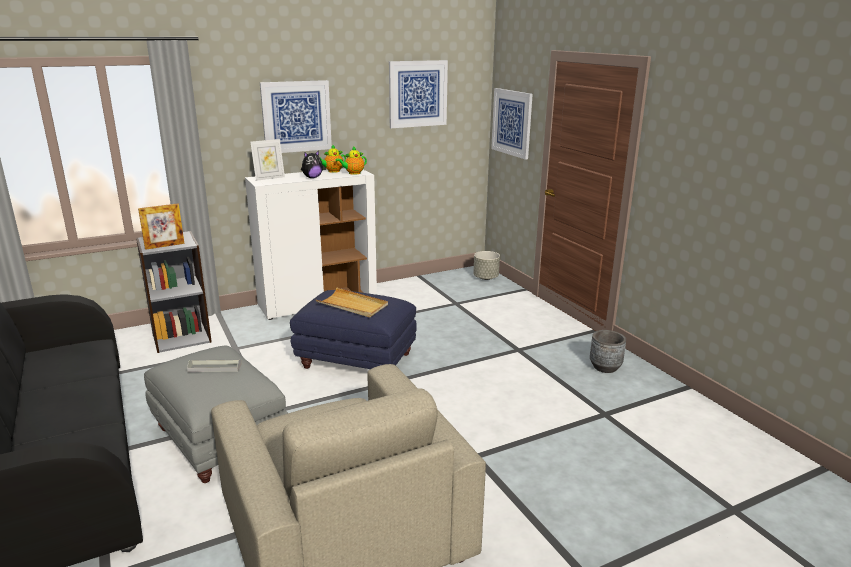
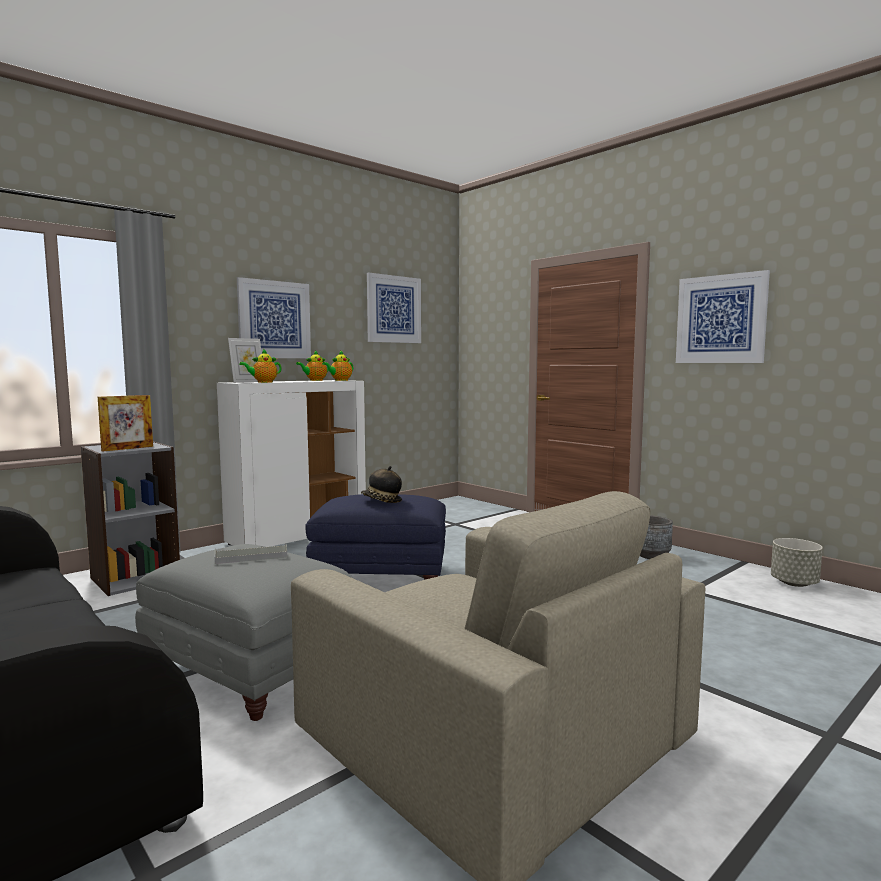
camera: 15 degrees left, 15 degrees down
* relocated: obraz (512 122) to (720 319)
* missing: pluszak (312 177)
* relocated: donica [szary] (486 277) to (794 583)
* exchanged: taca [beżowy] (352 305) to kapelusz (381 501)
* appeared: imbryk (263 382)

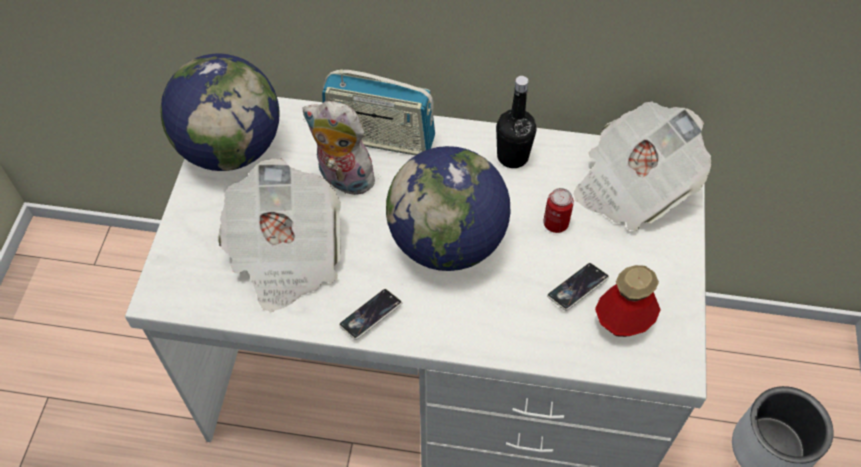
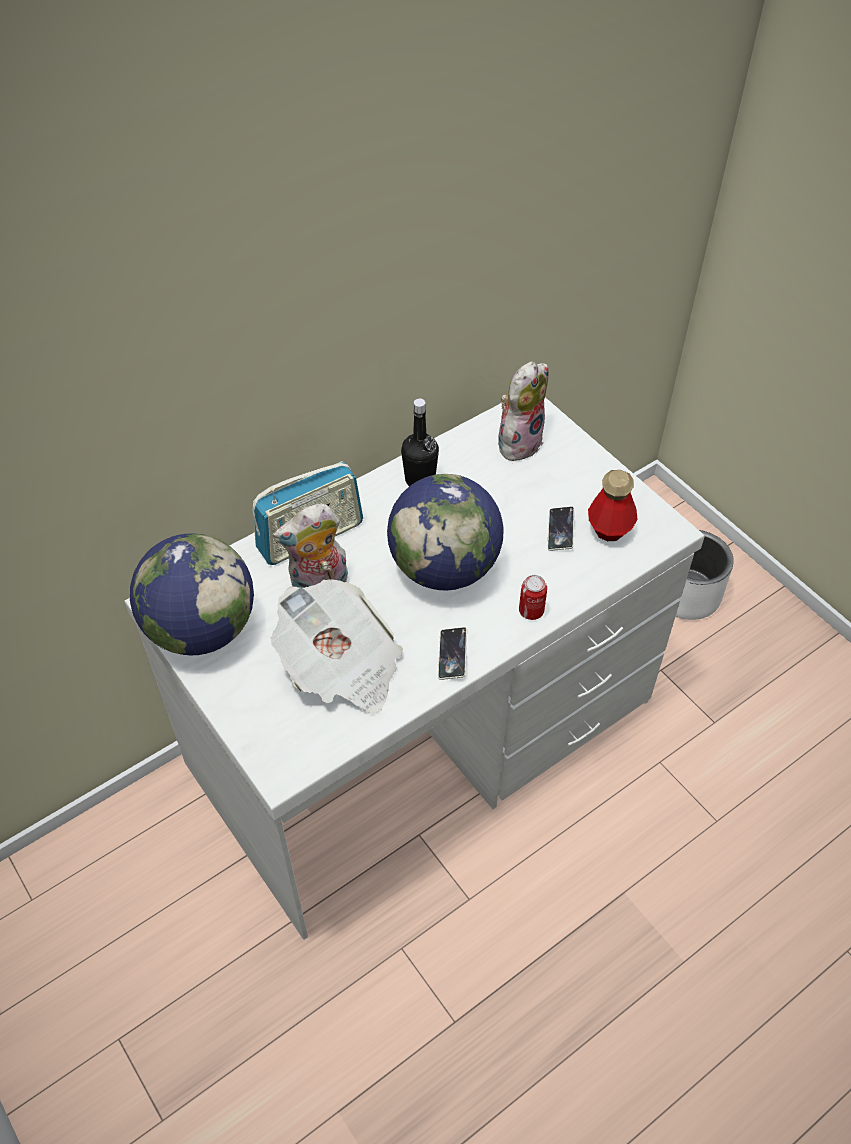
camera: 45 degrees left, 5 degrees down
* exchanged: gazeta (633 186) to pluszak (519 441)
* relocated: puszka (555 223) to (531 611)

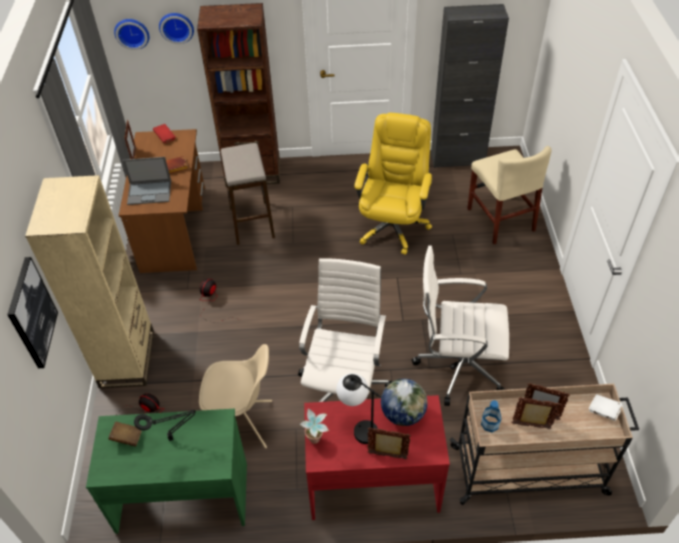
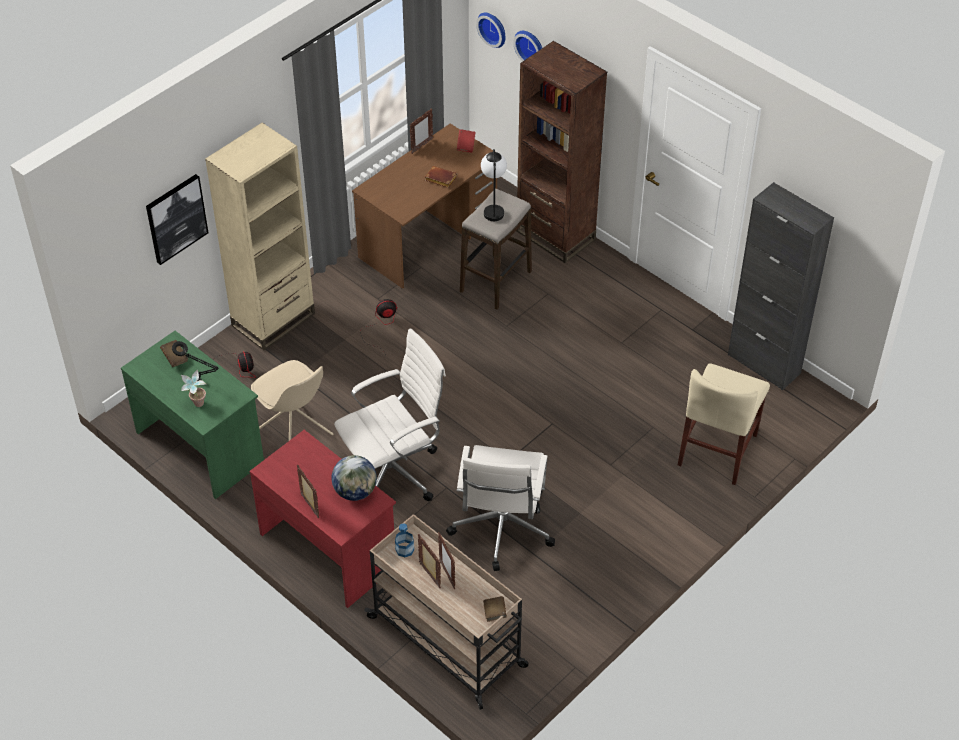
camera: 45 degrees right, 0 degrees up
* missing: krzesło biurowe [żółty] (393 226)
* missing: laptop (150 192)
* spun: krzesło biurowe [biały] (457 366) = (501 529) 135 degrees counterclockwise
* relocated: lampa stołowa (358 427) to (493 208)
* colour: książka [biały] (603 411) to książka [brązowy] (494 613)
* relocated: roślina doniczkowa (316 442) to (197 406)

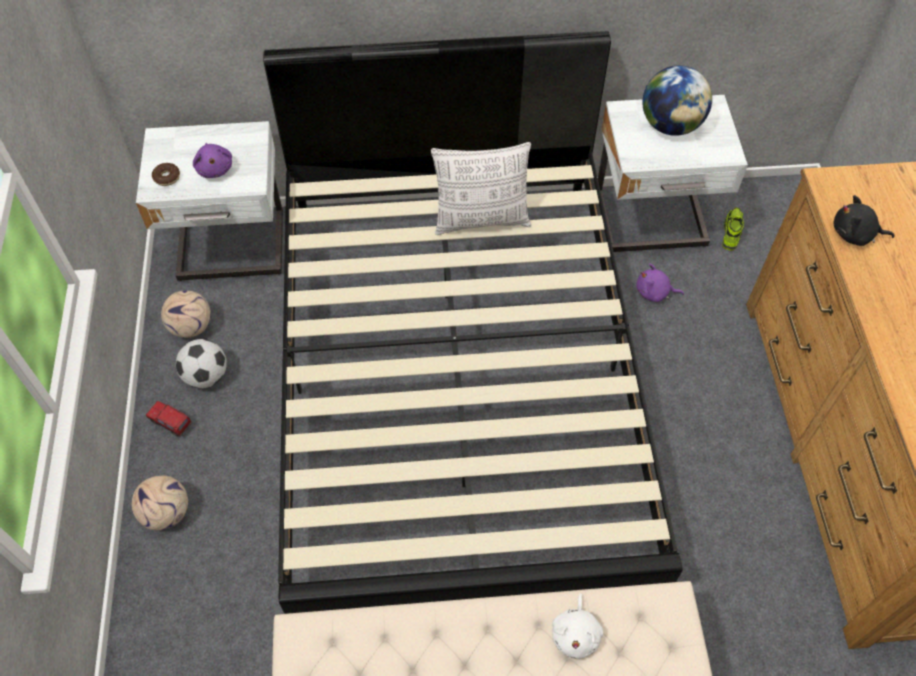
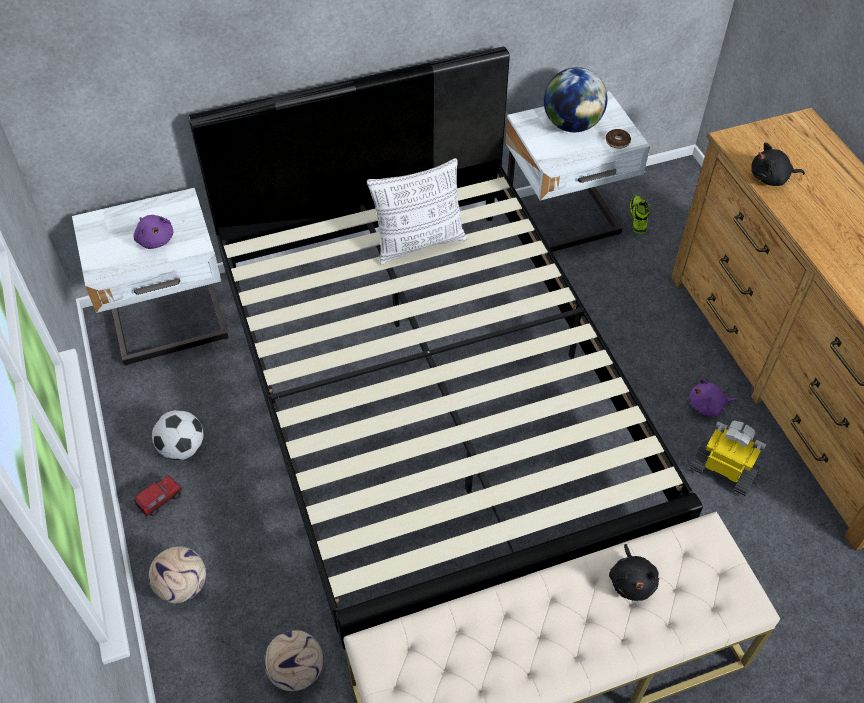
camera: 15 degrees left, 5 degrees down
* relocated: donut (167 177) to (617 142)
* relocated: pluszak [fioletowy] (654 292) to (707 406)
* relocated: piłka futbolowa (191 327) to (295 670)
* spun: ciężarówka zabawkowa (171 424) = (160 501) 120 degrees clockwise
* colour: pluszak [biały] (576 634) to pluszak [czarny] (632 581)
* appeared: robot zabawkowy (724 470)

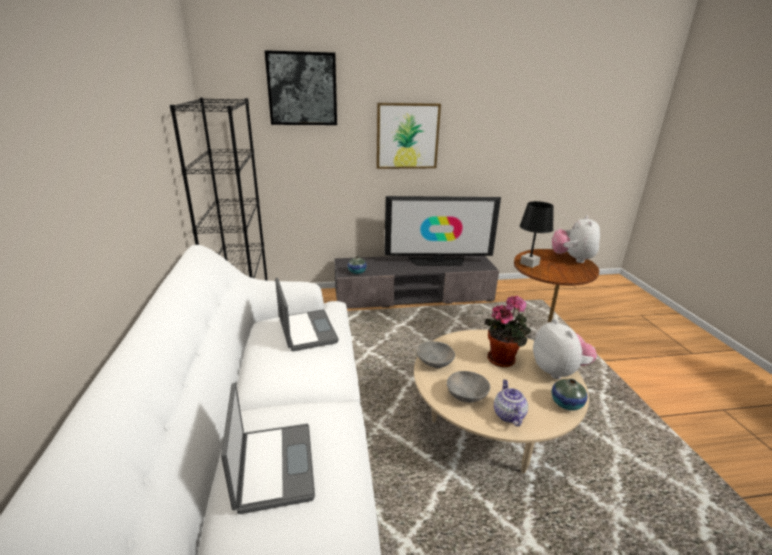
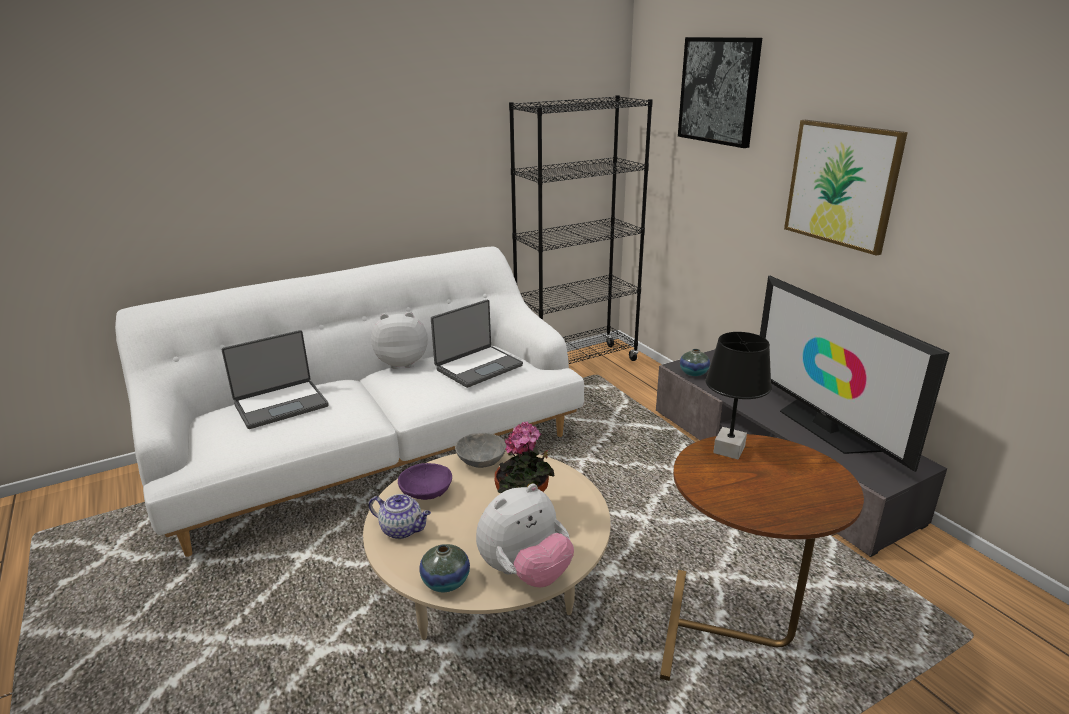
camera: 70 degrees right, 0 degrees up
* relocated: pluszak (572 259) to (402 363)
* colour: miska [szary] (467 396) to miska [fioletowy] (426 494)
* spun: imbryk (508 414) = (403 530) 45 degrees clockwise

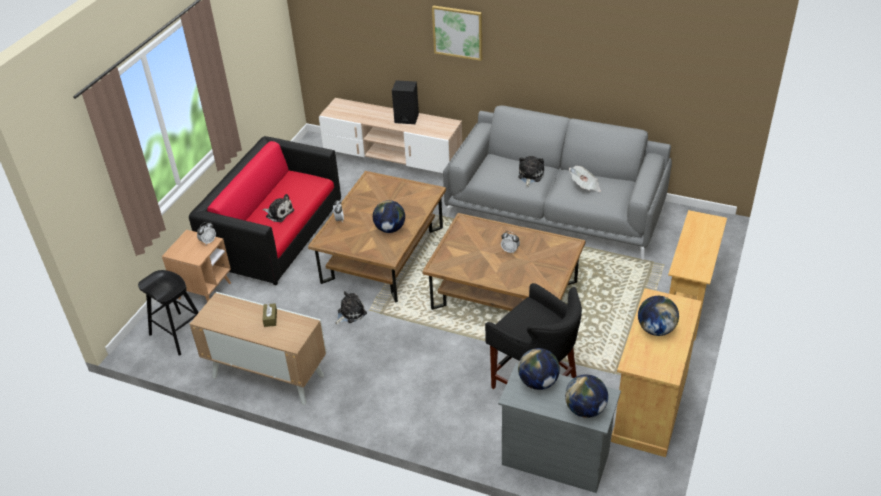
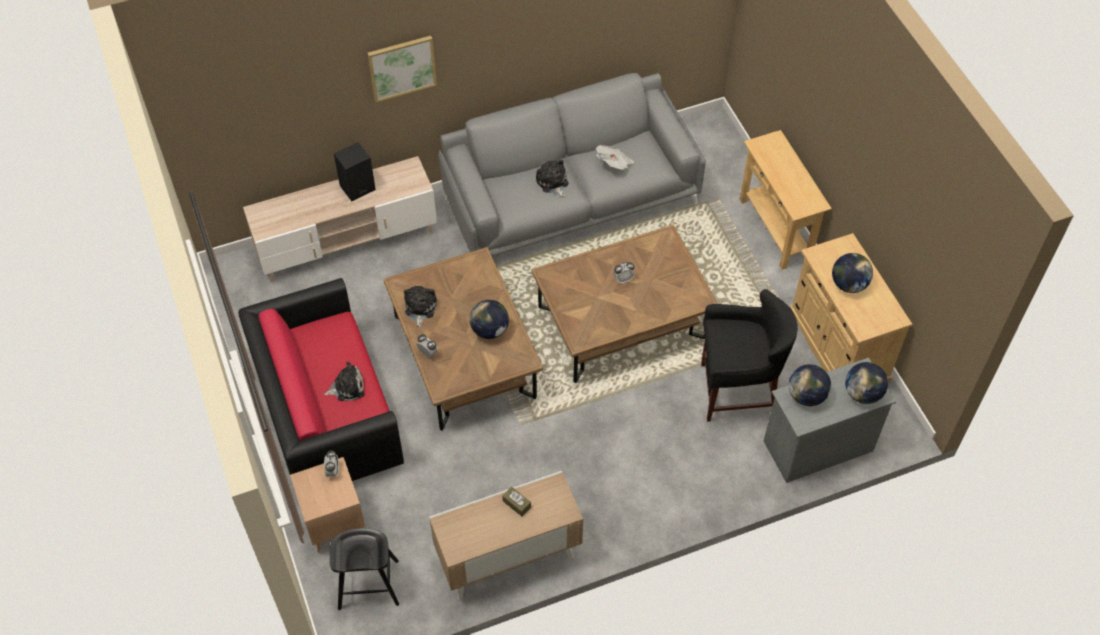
camera: 45 degrees left, 15 degrees up
* relocated: pluszak (350 313) to (420 308)

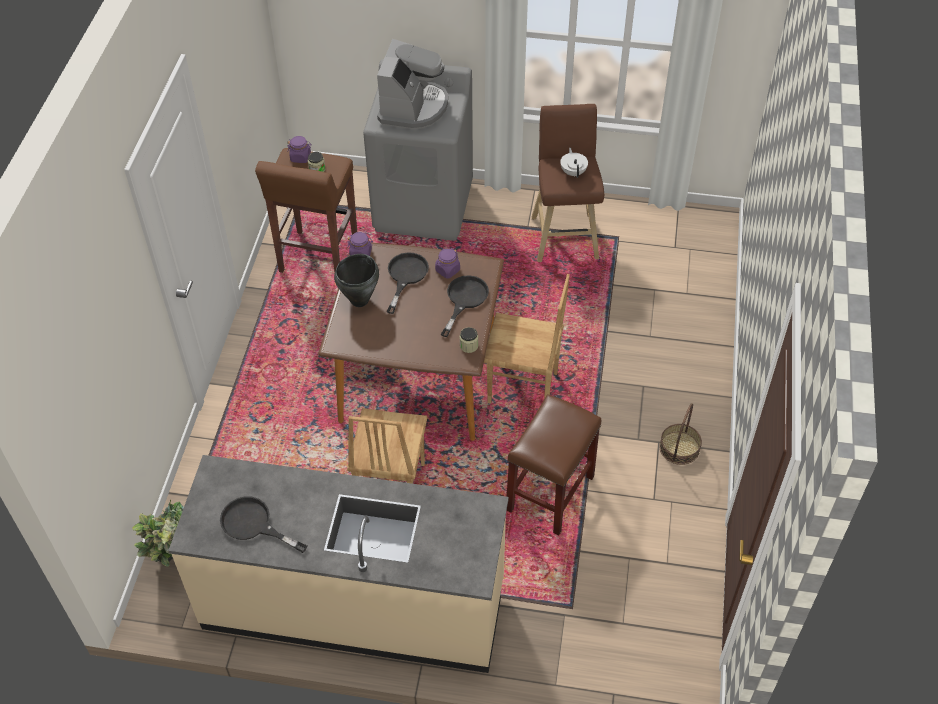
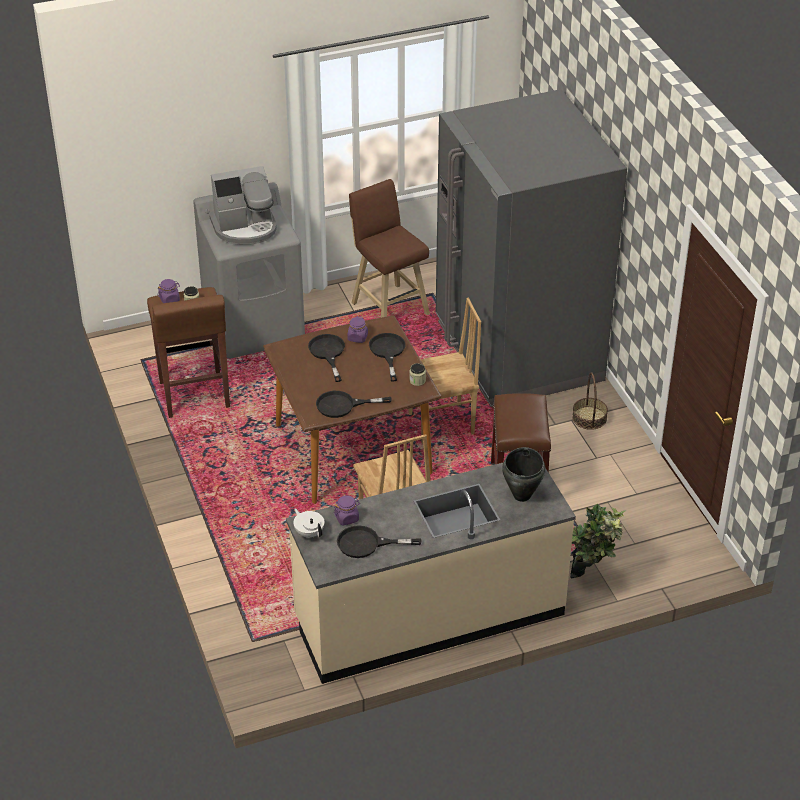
camera: 30 degrees left, 10 degrees down
* spun: ekspres do kawy (413 107) = (245 228) 90 degrees clockwise
* relocated: imbryk [biały] (573 172) to (309 532)
* relocated: słoik [fioletowy] (361 253) to (347 518)
* relocated: garnek [czarny] (360 300) to (522 495)
* relocated: roślina doniczkowa (176 568) to (591 576)
* appeared: lodówka [szary] (518 351)
* appeared: patelnia [czarny] (343 405)

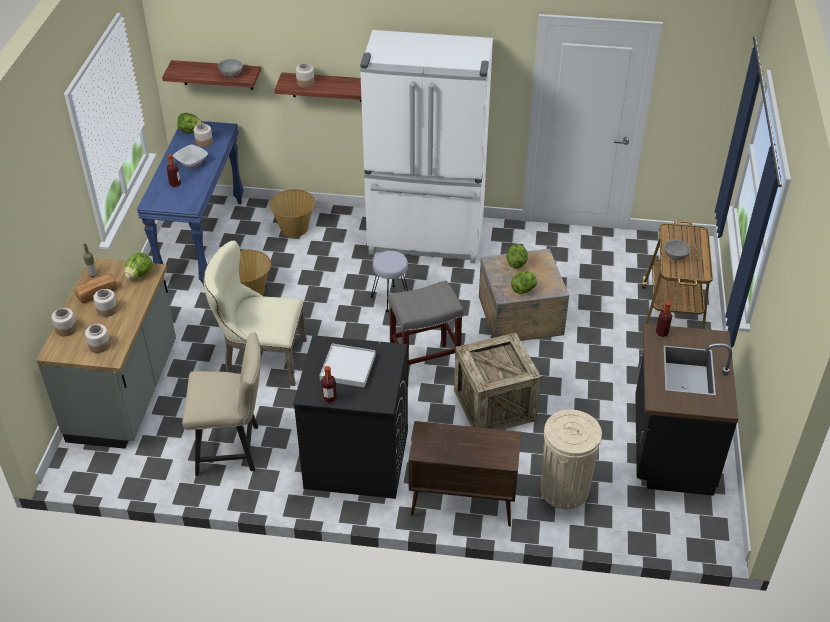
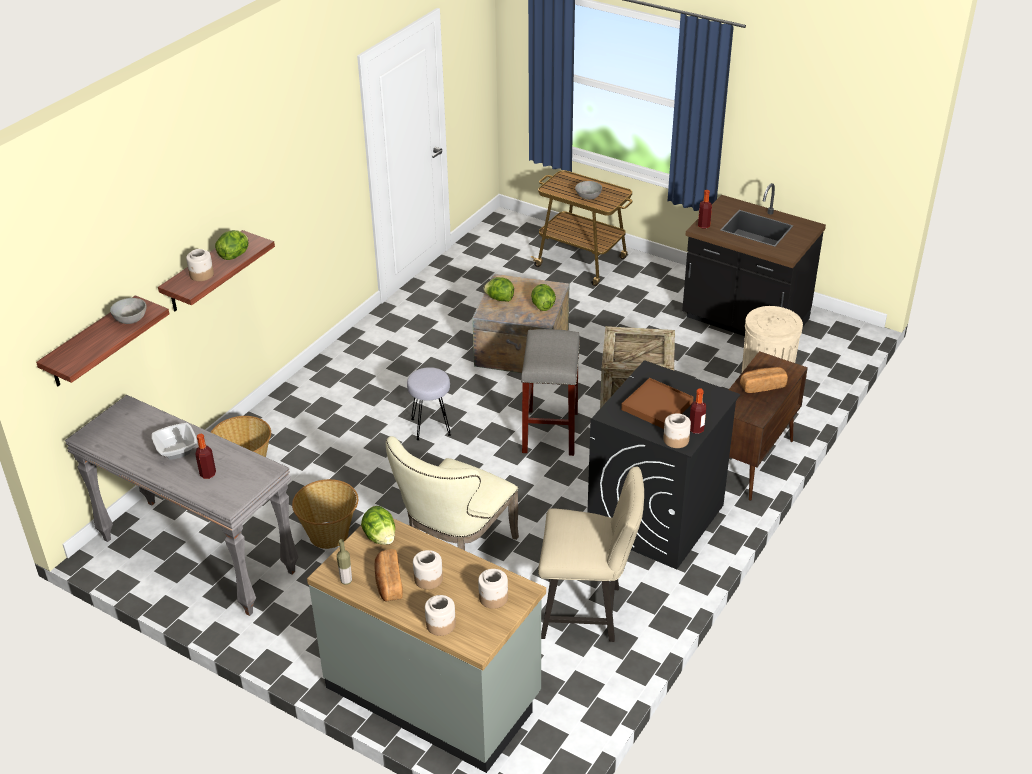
camera: 65 degrees left, 5 degrees down
* missing: lodówka [biały] (426 238)
* relocated: sałata (191 131) to (235 255)
* colour: stolik konsolowy [niebieski] (201 241) to stolik konsolowy [szary] (196 556)
* relocated: słoik (204 142) to (675 440)
* spun: krzesło [beżowy] (233 449) = (588 612) 75 degrees clockwise
* colour: taca [biały] (347 367) to taca [brązowy] (657 406)
* appeared: chleb (762 386)

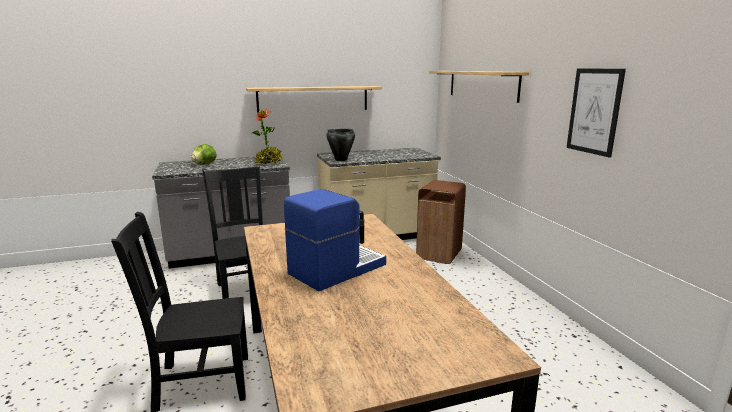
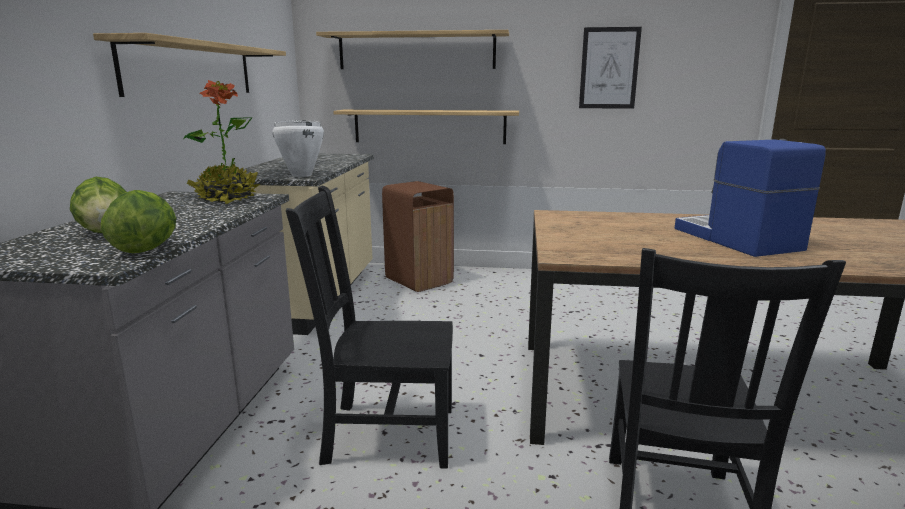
camera: 65 degrees left, 0 degrees up
* colour: garnek [czarny] (340 160) to garnek [biały] (301 175)
* appeared: półka (429 126)
* appeared: sałata (146 249)

